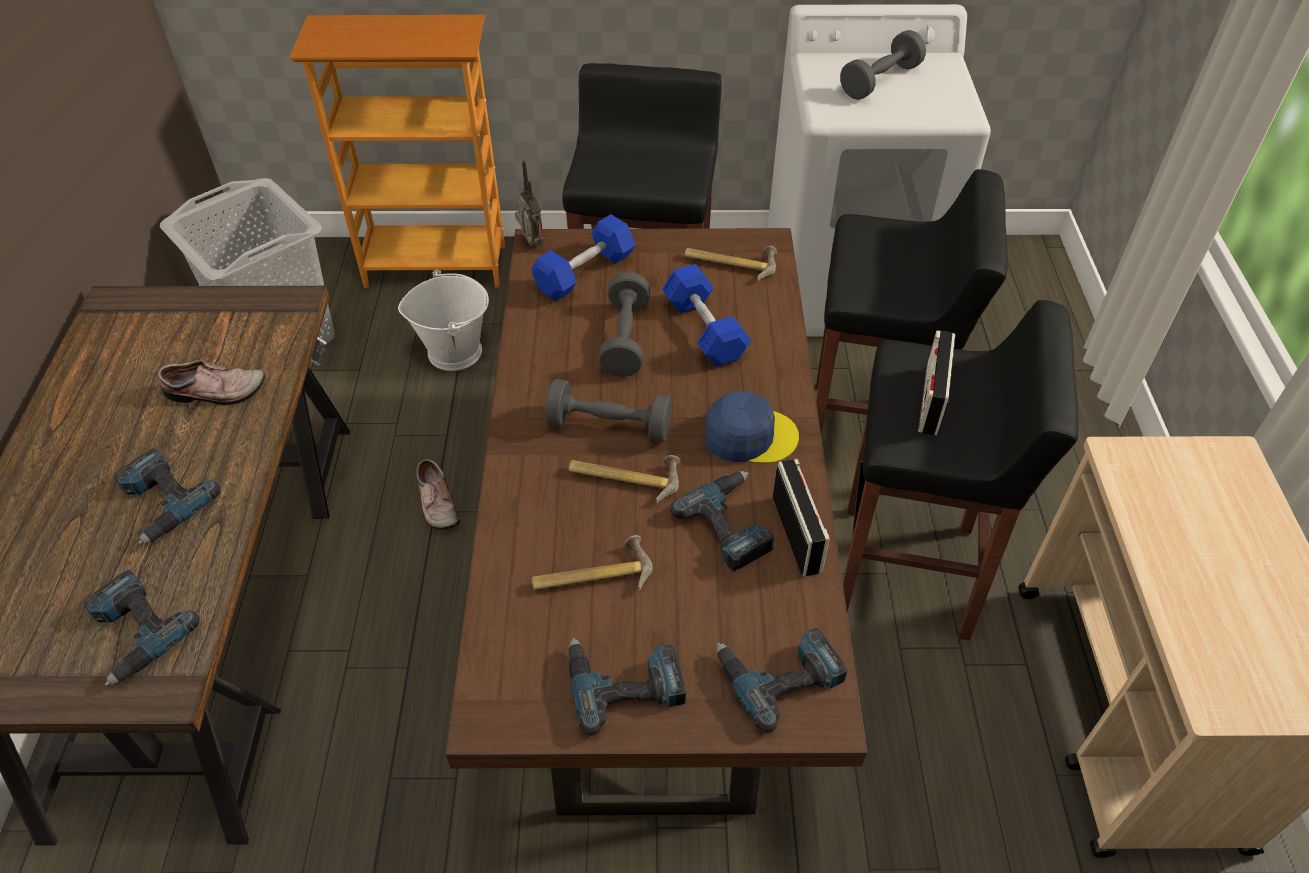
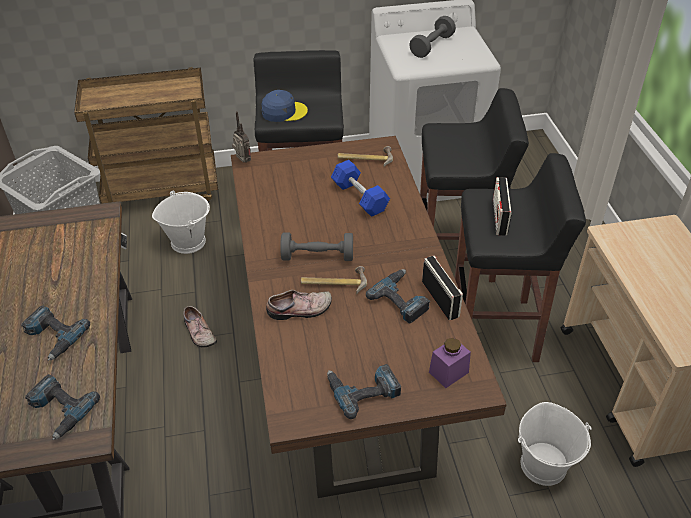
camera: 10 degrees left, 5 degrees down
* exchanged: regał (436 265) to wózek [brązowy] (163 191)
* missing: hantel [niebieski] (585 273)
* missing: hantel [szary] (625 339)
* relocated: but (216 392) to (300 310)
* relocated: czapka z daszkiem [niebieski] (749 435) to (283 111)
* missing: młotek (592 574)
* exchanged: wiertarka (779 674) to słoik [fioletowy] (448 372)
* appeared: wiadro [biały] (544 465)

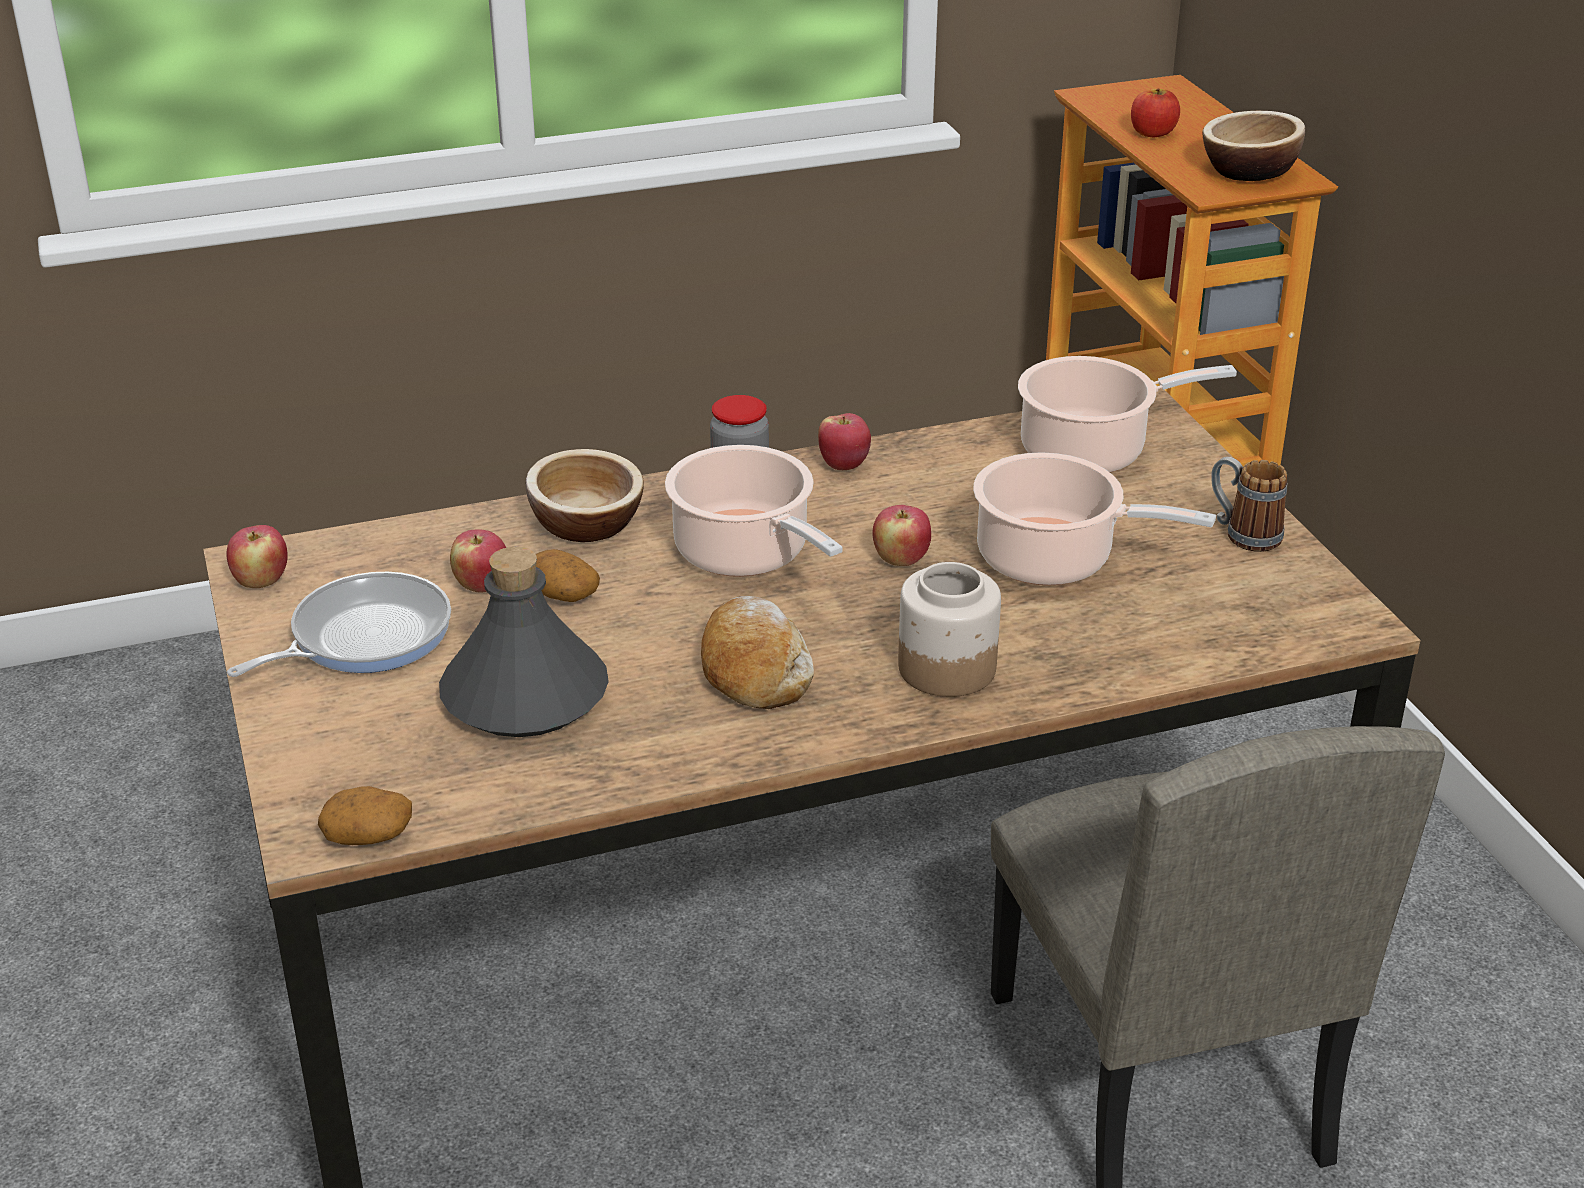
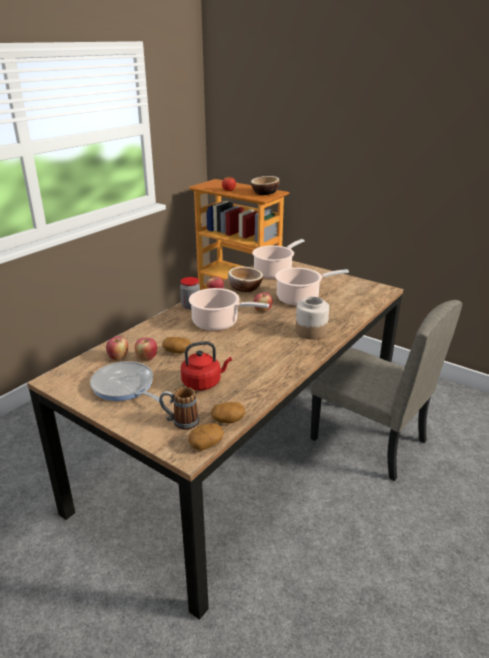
camera: 35 degrees left, 5 degrees down
* relocated: miska (586 524) to (245 288)
* relocated: kubek (1243 533) to (180 422)
* relocated: jabłko (261 581) to (118 357)
* exchanged: butelka [szary] (526 696) to czajnik [czerwony] (203 383)
* spun: patelnia (363 637) = (125 387) 60 degrees counterclockwise
* missing: chleb (754 669)
* appeared: ziemniak (228 420)

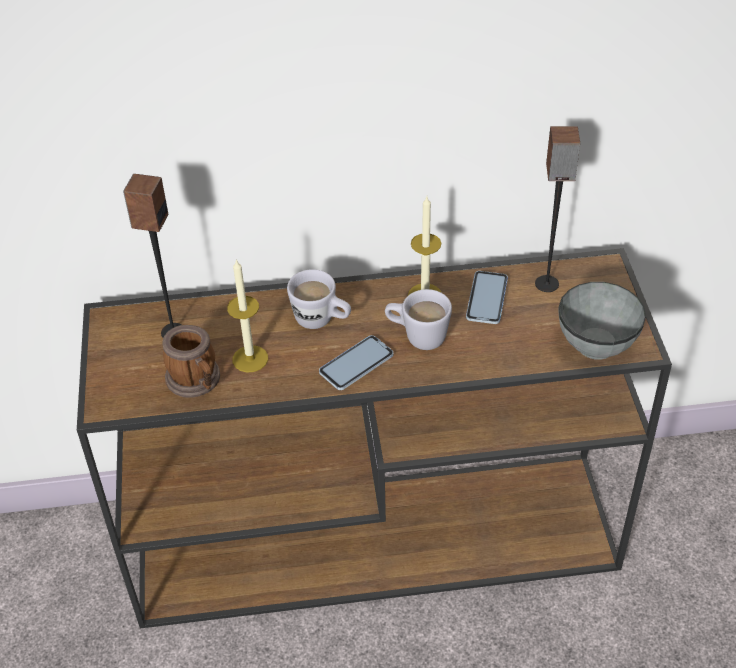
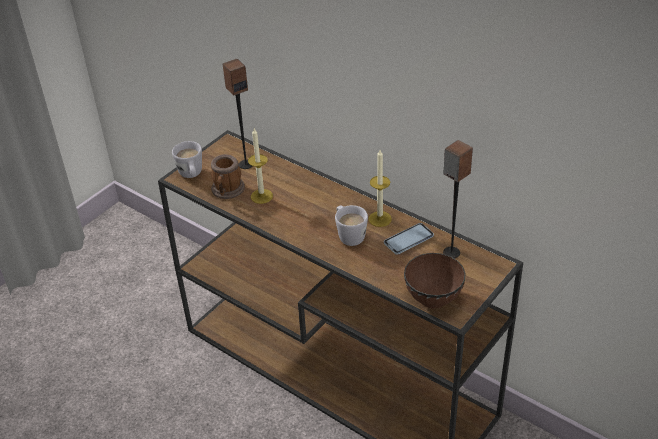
camera: 45 degrees right, 5 degrees down
* relocated: kubek [biały] (321 321) to (191 175)
* colour: miska [szary] (595 346) to miska [brązowy] (432 298)
* missing: telefon (356 364)

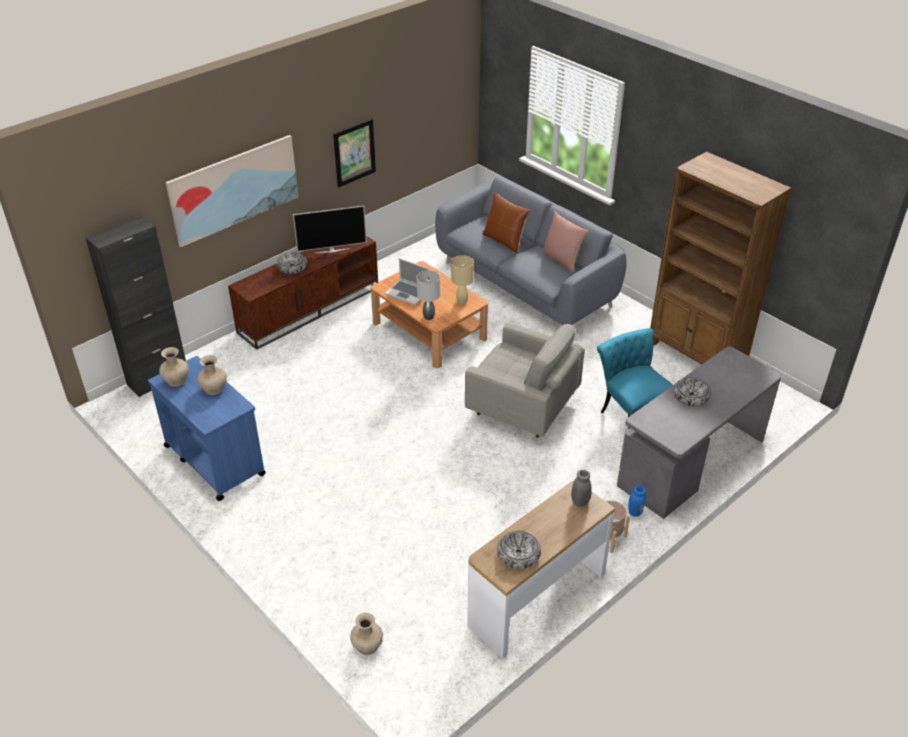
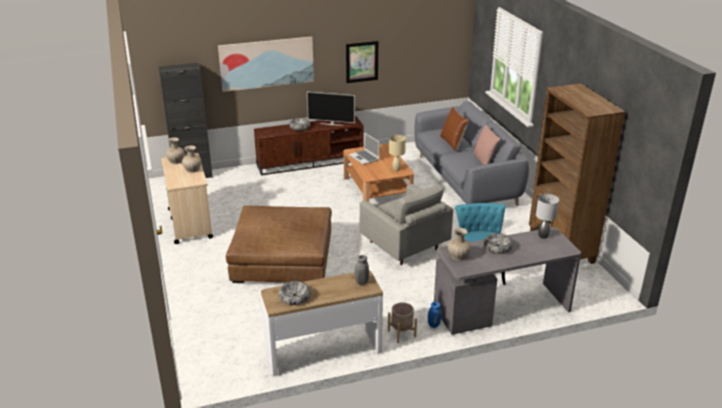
camera: 25 degrees right, 10 degrees down
* relocated: lampa stołowa [szary] (428 317) to (542 236)
* colour: wózek [niebieski] (214 460) to wózek [beżowy] (190 223)
* relocated: wazon [beżowy] (367 645) to (458 256)
* appeared: pufa [brązowy] (282 258)

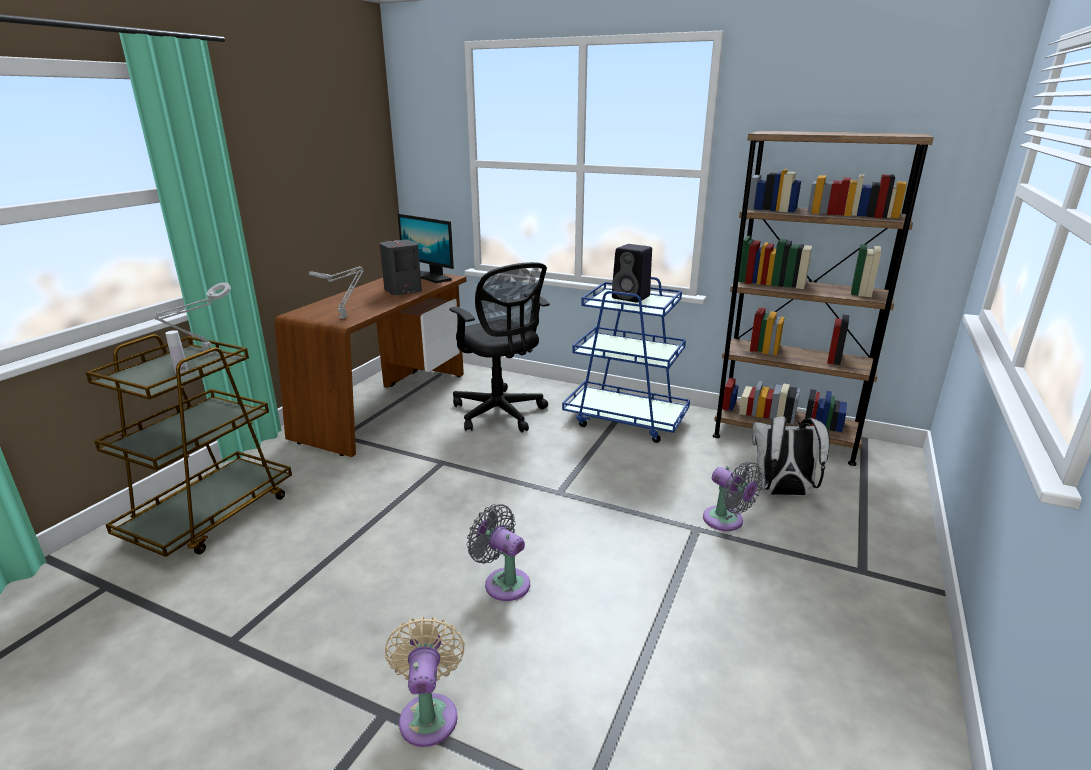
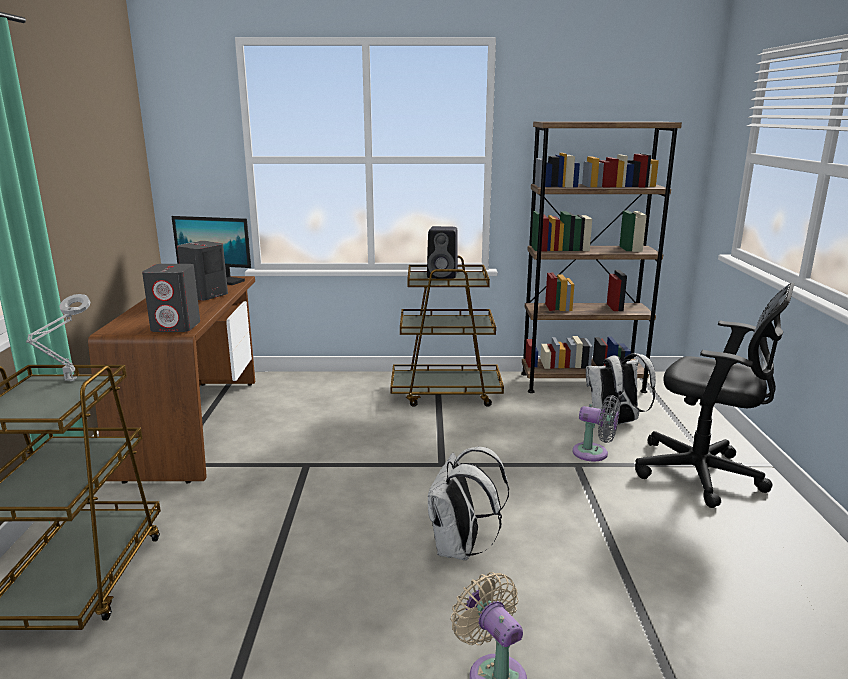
camera: 25 degrees left, 5 degrees down
* relocated: krzesło biurowe [czarny] (500 414) to (703 475)
* exchanged: lampa stołowa [szary] (344 317) to głośnik [szary] (176 326)
* colour: wózek [niebieski] (626 420) to wózek [brązowy] (446 393)
* missing: butelka [biały] (181 371)
* exchanged: wentylator [szary] (503 582) to plecak [biały] (460 549)

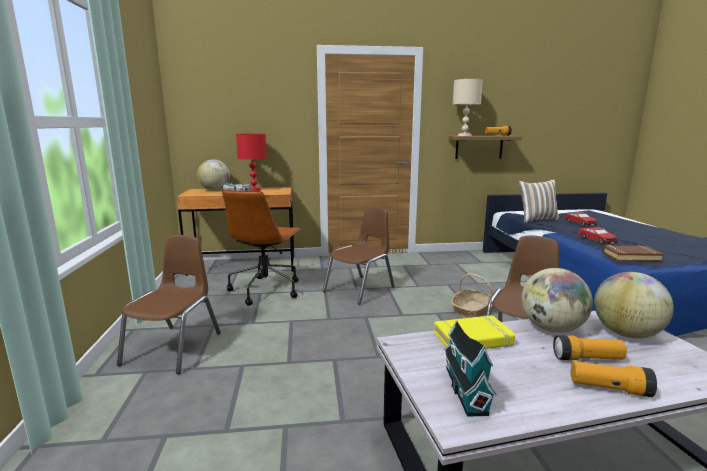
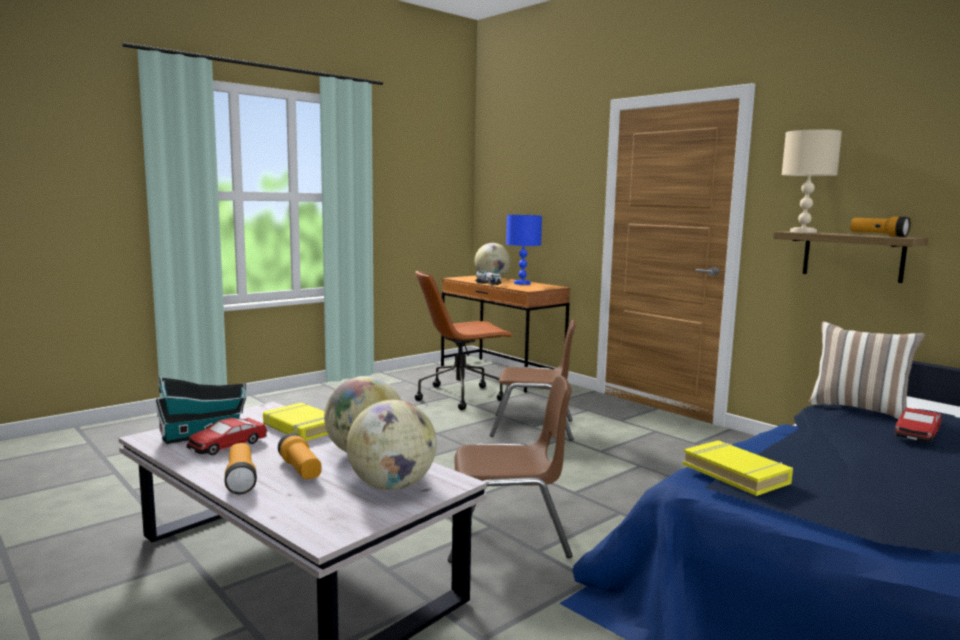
camera: 55 degrees right, 5 degrees down
* colour: lampa stołowa [czerwony] (254 190) to lampa stołowa [niebieski] (522 283)
* relocated: samochodzik (597 240) to (227 445)
* missing: krzesło [brązowy] (174 348)
* colour: książka [brązowy] (630 257) to książka [żółty] (736 474)
* missing: koszyk (473 310)

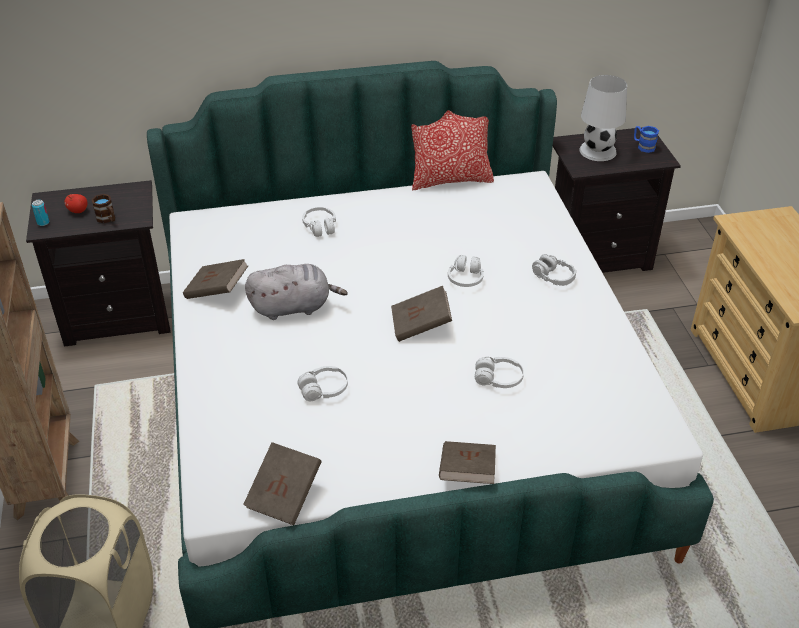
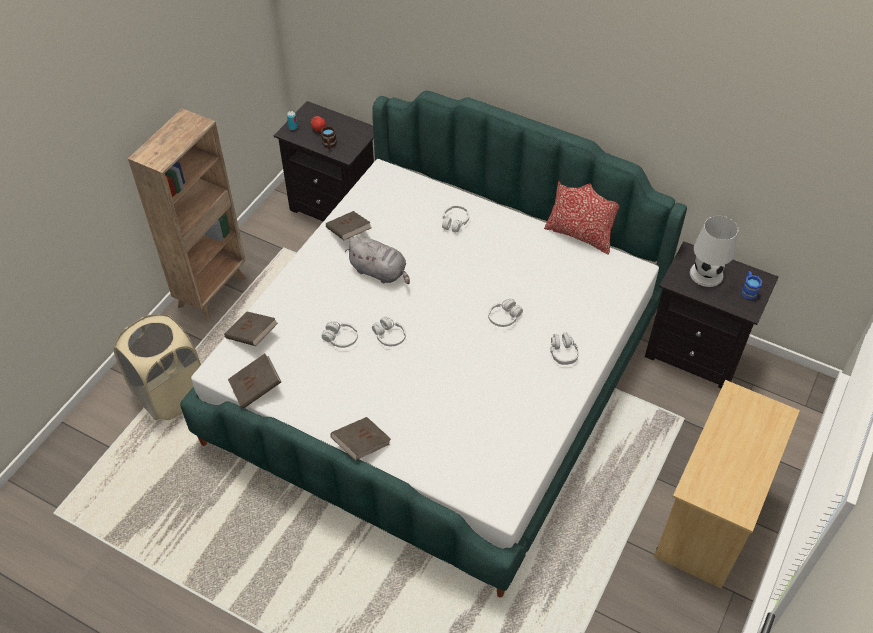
camera: 40 degrees right, 10 degrees up
* relocated: książka [brązowy] (421 325) to (252 336)
* relocated: słuchawki [biały] (498 379) to (389 336)

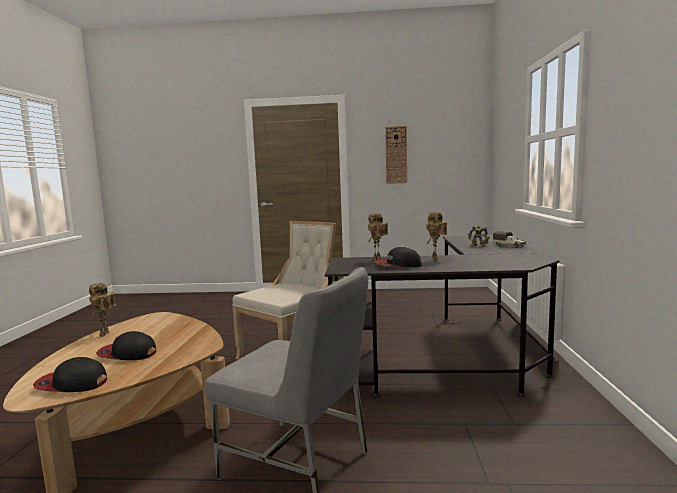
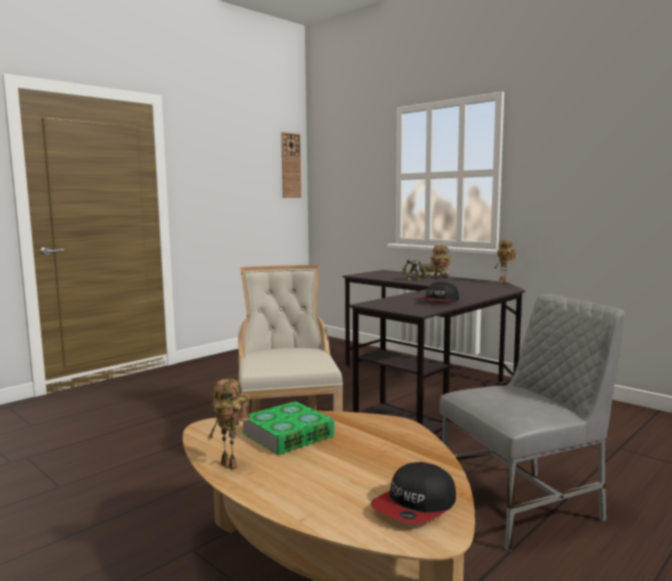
camera: 50 degrees left, 0 degrees up
* relocated: zegar ścienny (396 155) to (291 165)
* relocated: robot zabawkowy (377 259) to (504 282)
* missing: czapka z daszkiem (127 354)
* appeared: książka (288 434)

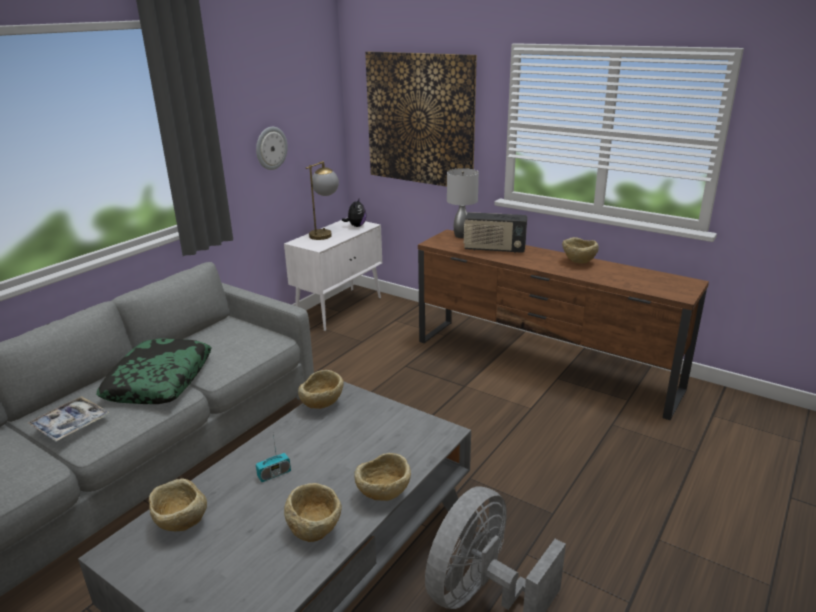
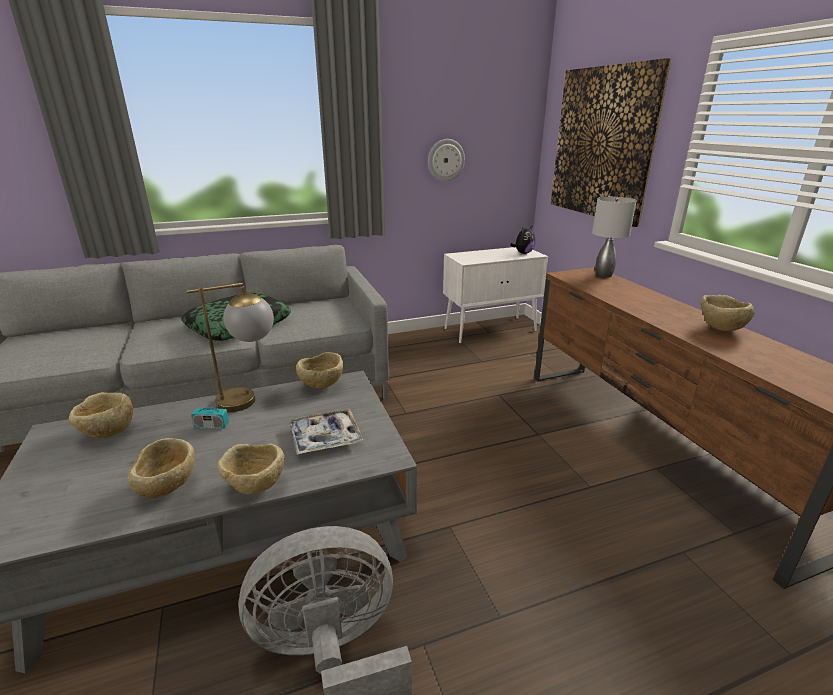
camera: 35 degrees right, 0 degrees up
* relocated: lampa stołowa (325 233) to (250 398)
* missing: radio (494 249)
* relocated: taca (71 424) to (325 437)

